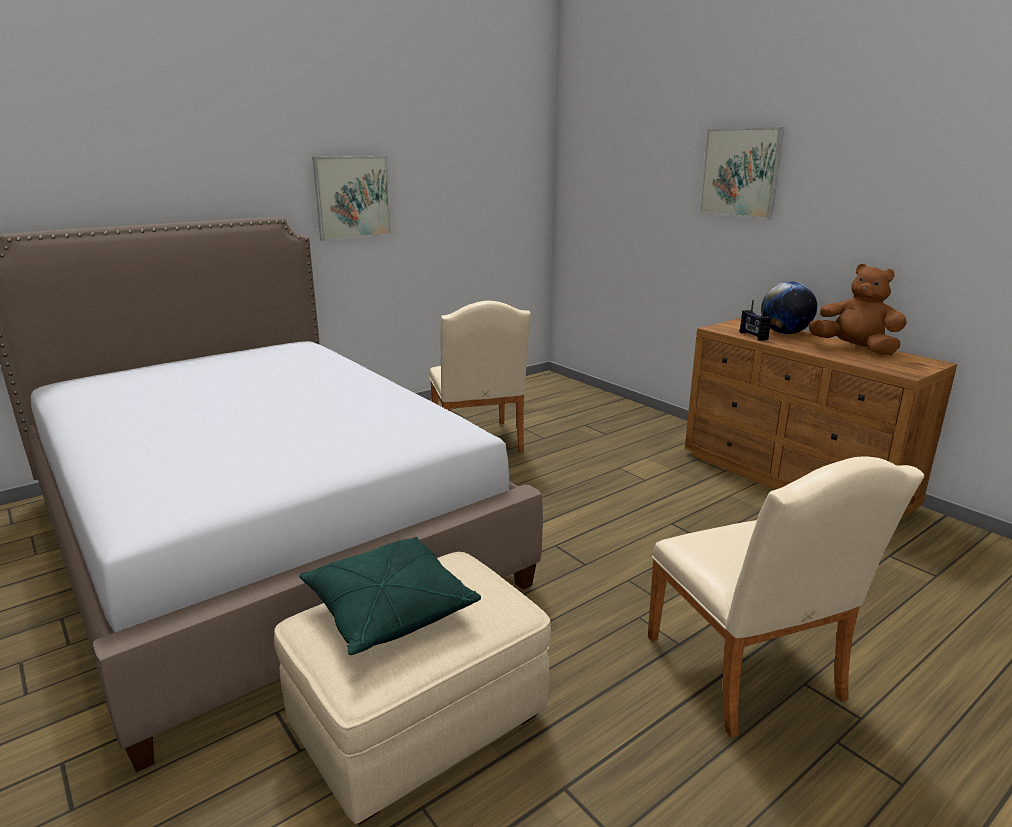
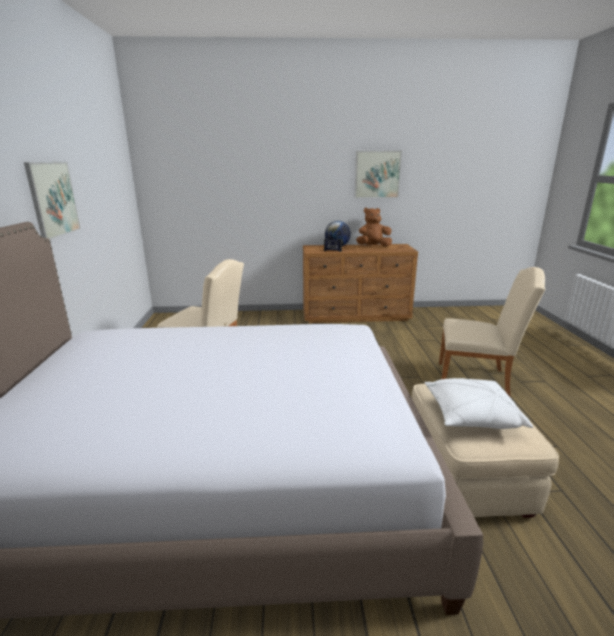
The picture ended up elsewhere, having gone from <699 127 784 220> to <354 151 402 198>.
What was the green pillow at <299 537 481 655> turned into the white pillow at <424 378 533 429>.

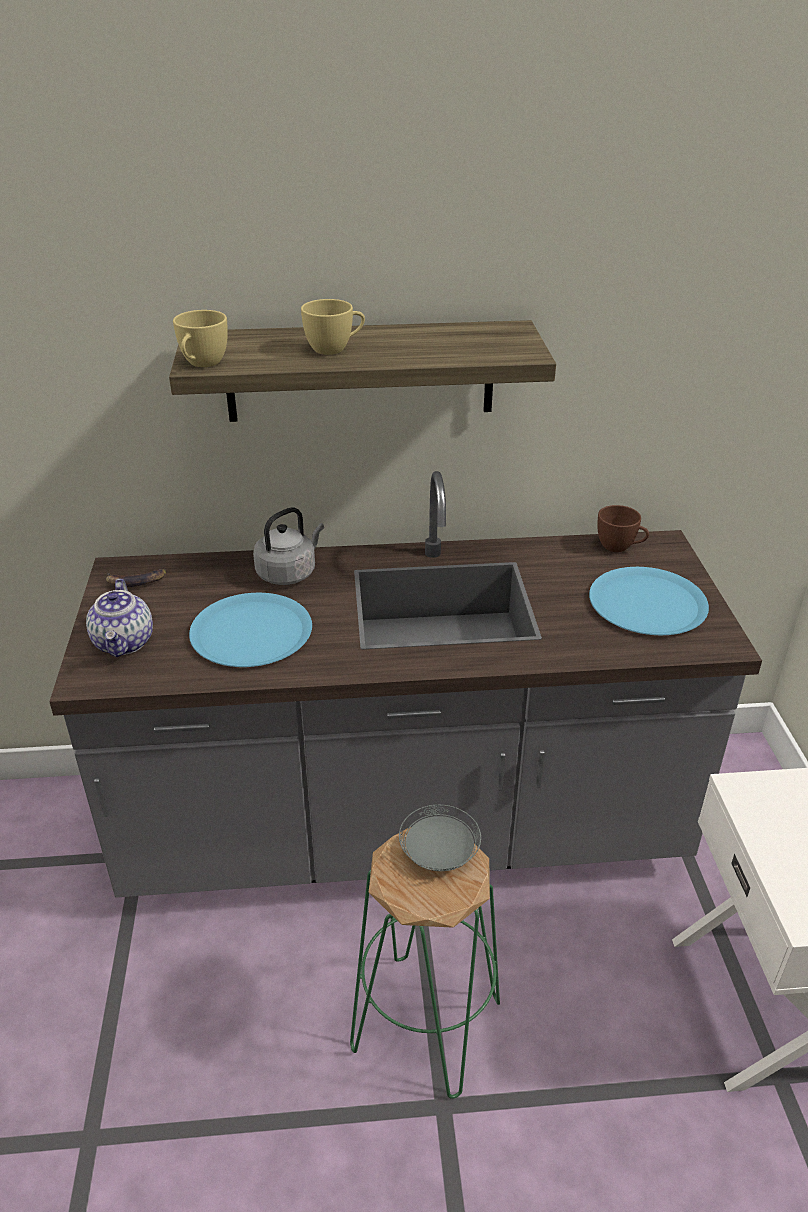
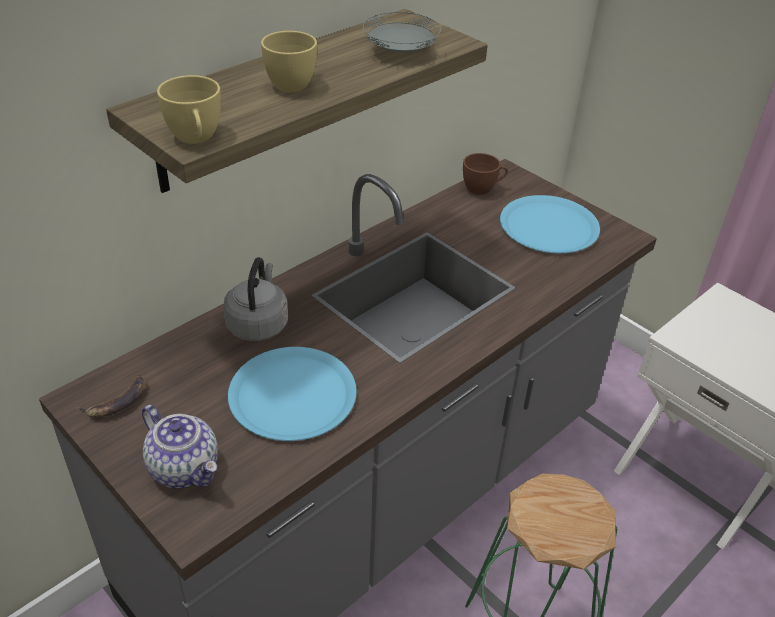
The grey plate ended up elsewhere, having gone from <399 805 481 871> to <363 12 441 53>.

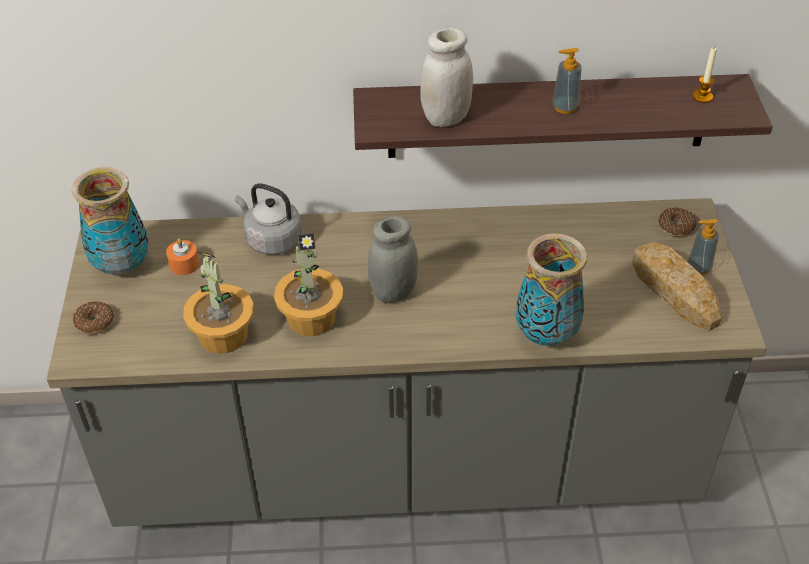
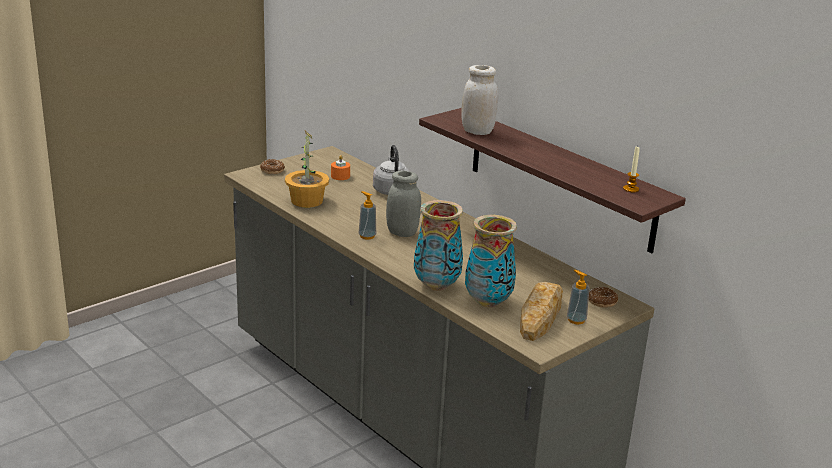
The soap dispenser ended up elsewhere, having gone from <552 48 582 114> to <359 191 376 240>.
The vase ended up elsewhere, having gone from <72 167 149 275> to <465 215 517 307>.
The second view lost the potted plant at <274 233 343 336>.

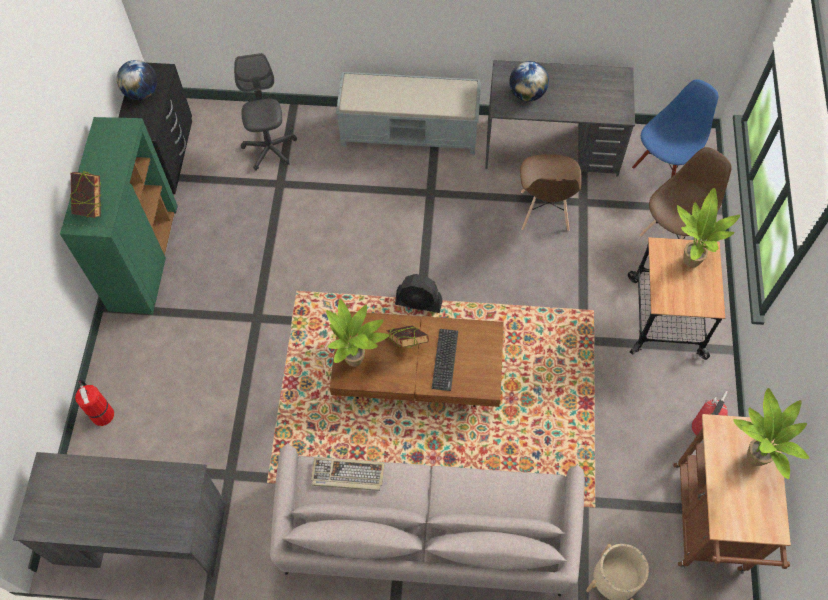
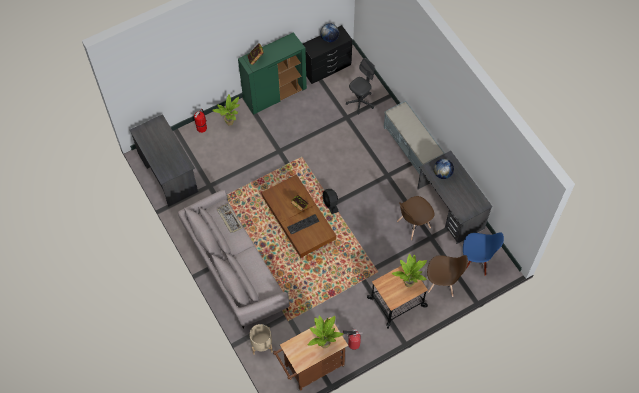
The potted plant ended up elsewhere, having gone from <326 299 389 367> to <212 95 240 125>.

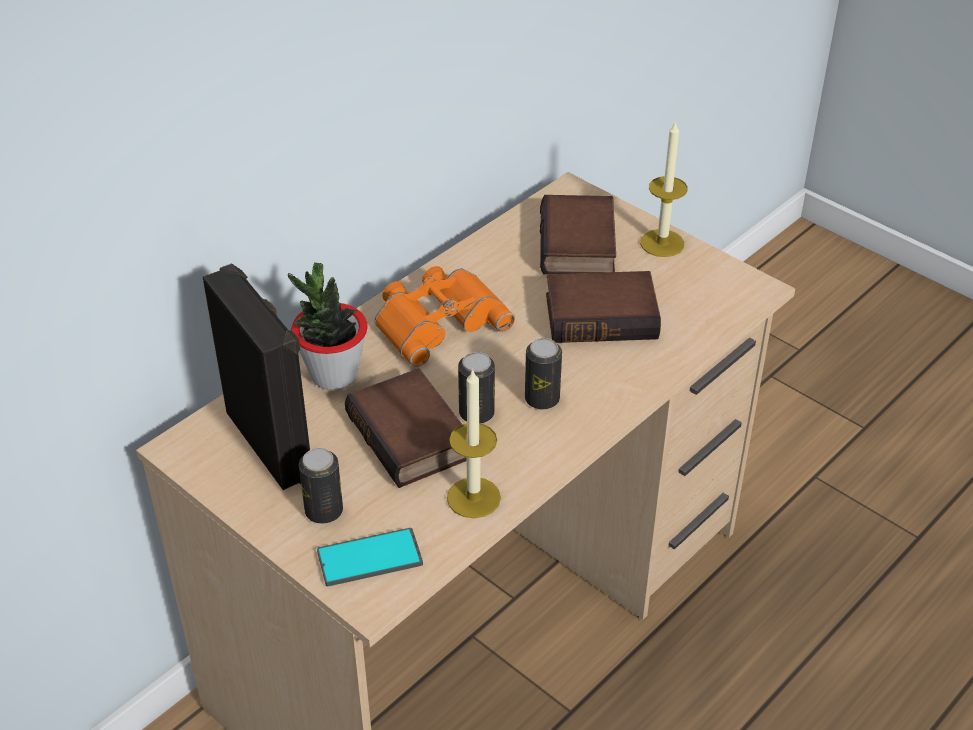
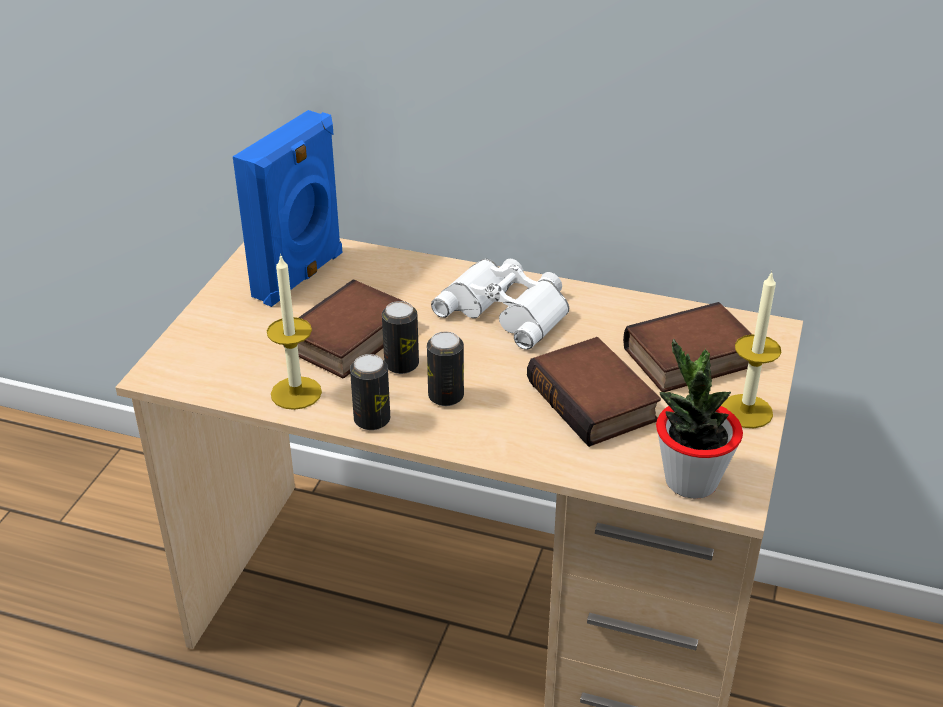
The potted plant ended up elsewhere, having gone from <288 262 368 390> to <656 339 743 499>.
What was the black speaker at <203 263 310 490> turned into the blue speaker at <233 110 343 307>.
What was the orange binoculars at <374 266 515 367> turned into the white binoculars at <431 259 569 350>.
The can ended up elsewhere, having gone from <299 448 343 524> to <350 354 390 430>.
The second view lost the phone at <317 528 423 586>.

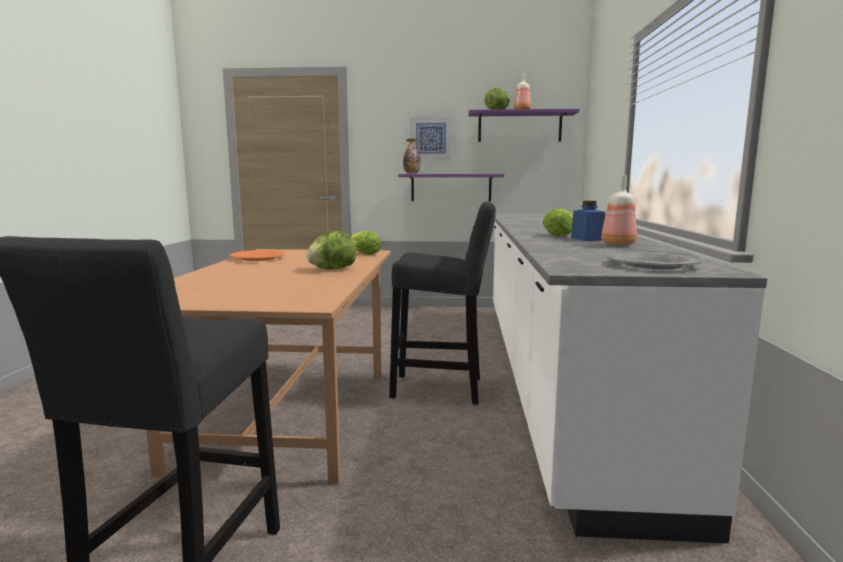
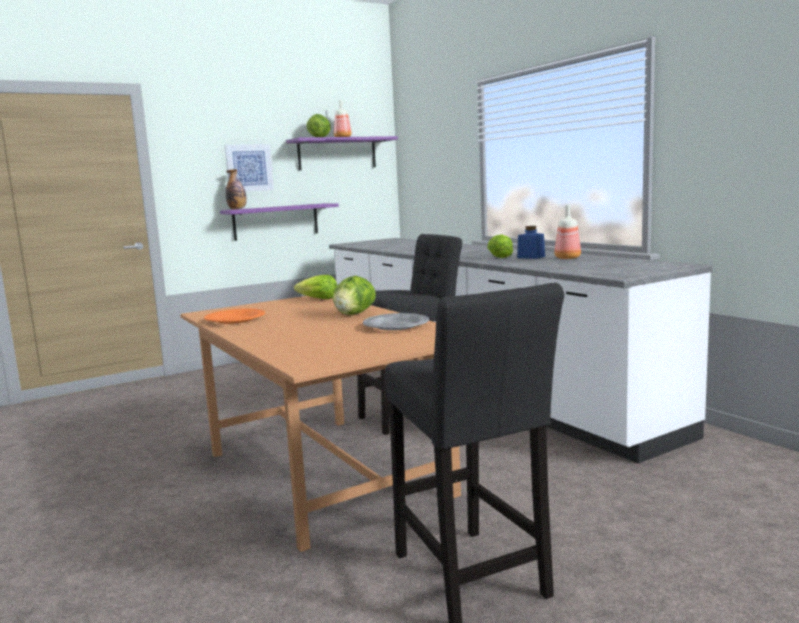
The grey plate ended up elsewhere, having gone from <606 251 702 269> to <363 313 429 330>.

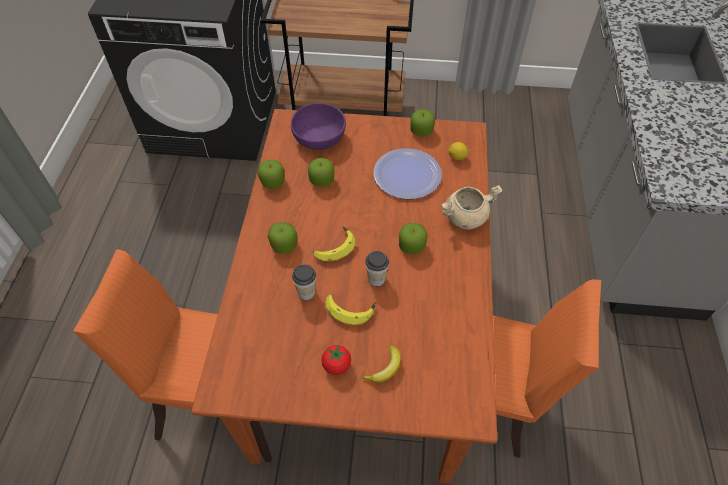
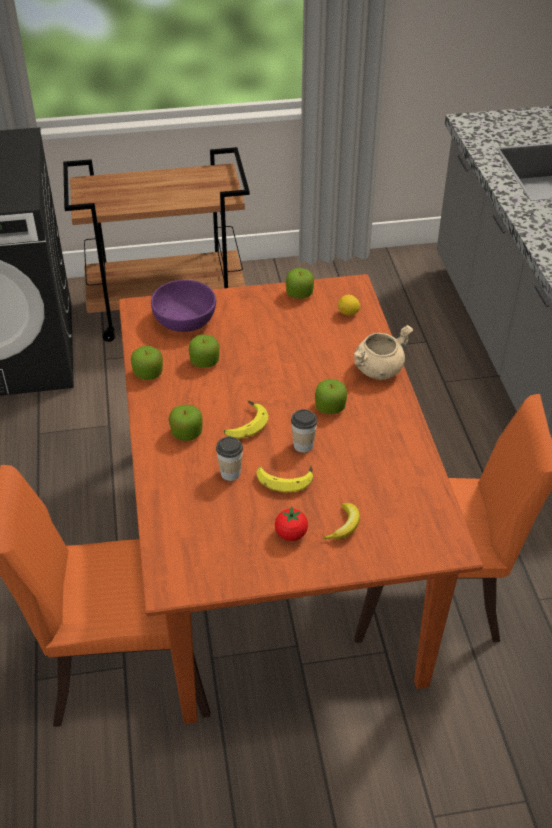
The second view lost the plate at <373 148 442 199>.

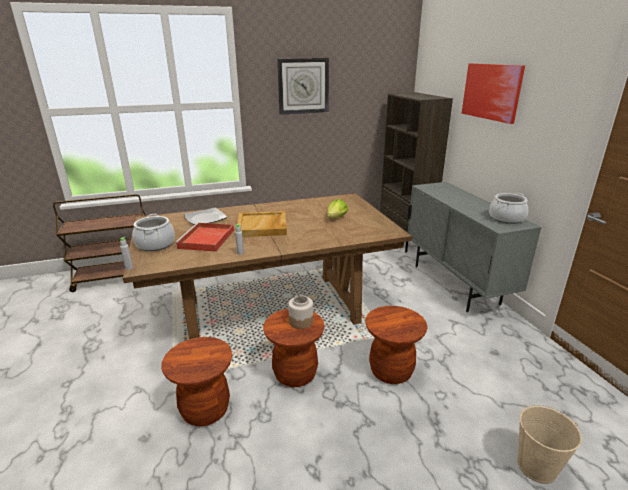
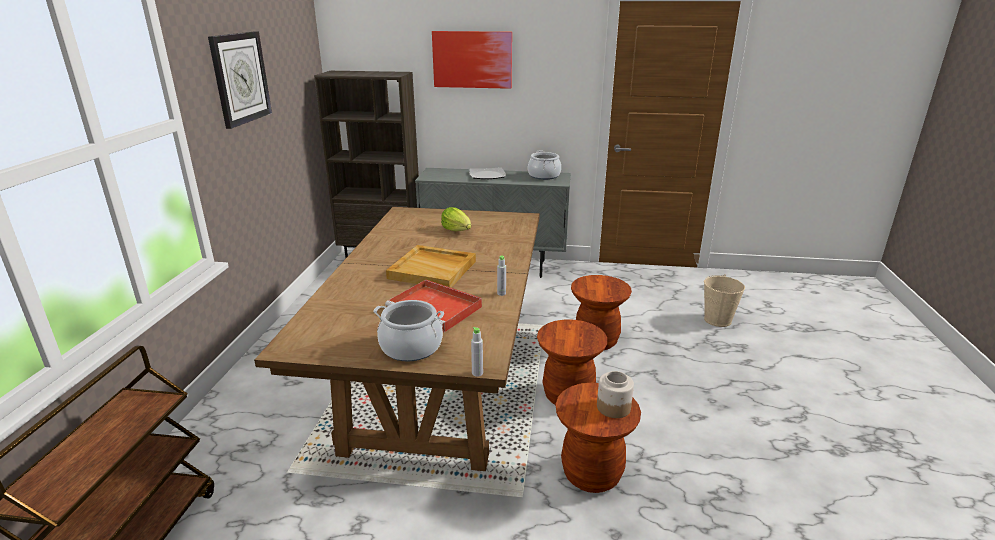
The plate ended up elsewhere, having gone from <184 208 227 225> to <469 167 506 179>.
The jar ended up elsewhere, having gone from <288 295 313 329> to <597 371 634 418>.

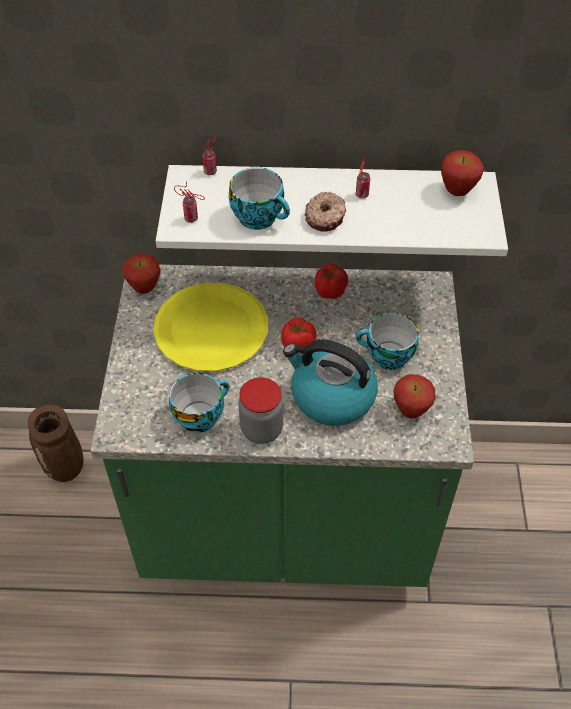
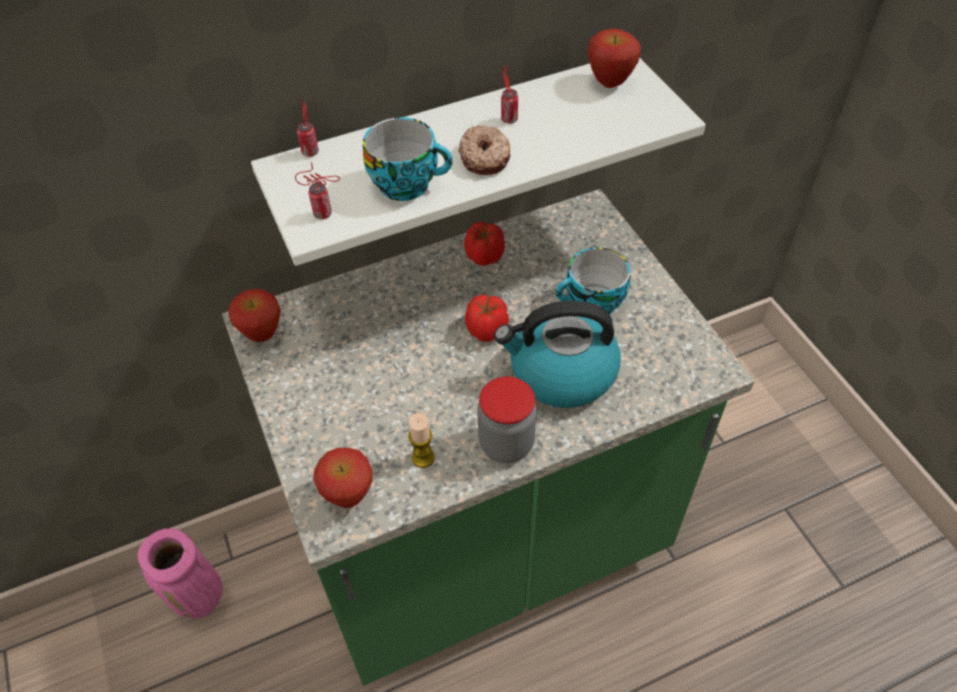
The second view lost the yellow plate at <153 283 268 372>.
Where the cup stood at <169 373 229 433>, the candle came to stand at <408 413 435 468>.
The apple ended up elsewhere, having gone from <393 374 435 419> to <313 448 373 508>.
What was the brown vase at <28 405 84 482> turned into the pink vase at <138 528 223 618>.

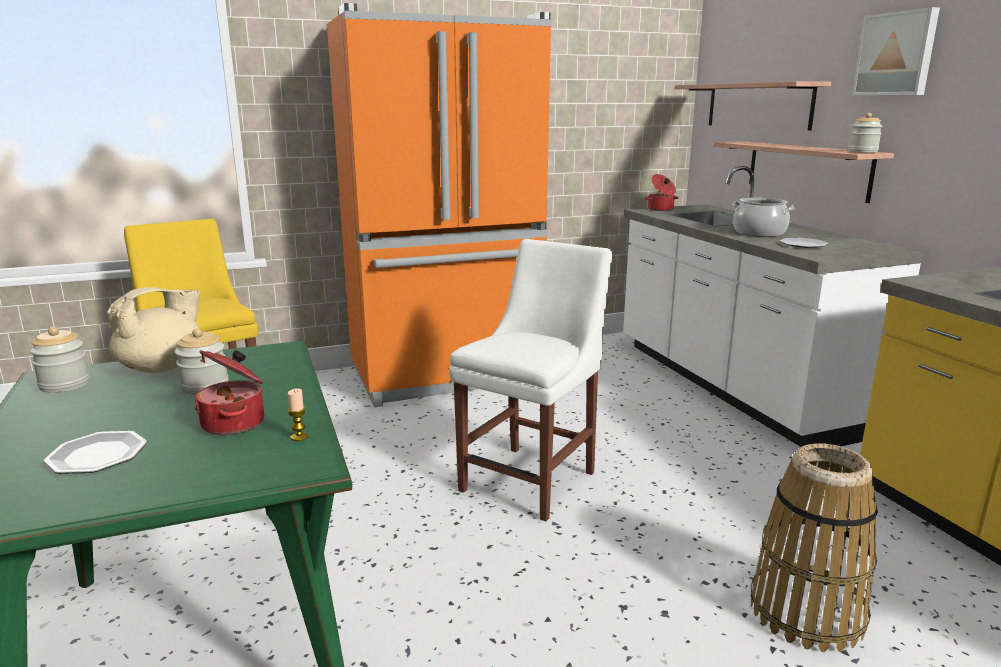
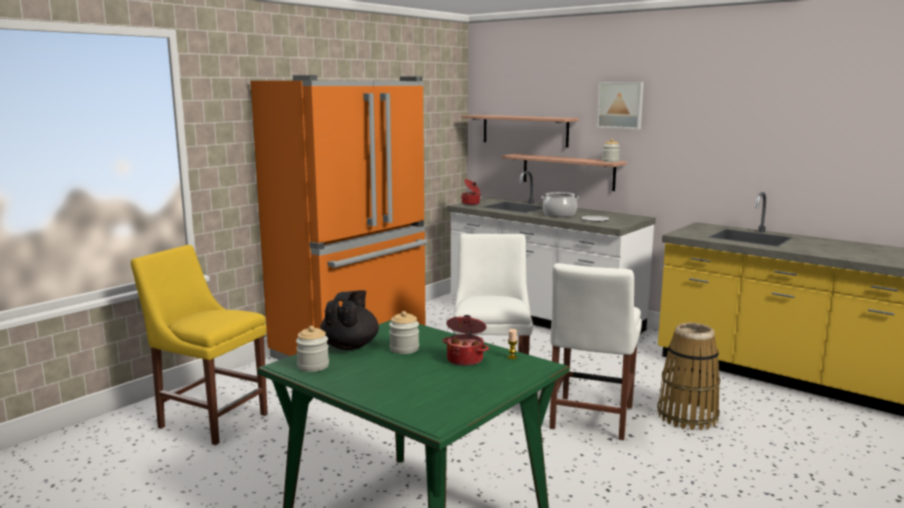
What was the beige teapot at <107 287 201 373> turned into the black teapot at <320 290 379 350>.
The second view lost the plate at <44 431 147 474>.
The second view gained the white chair at <550 263 642 440>.

